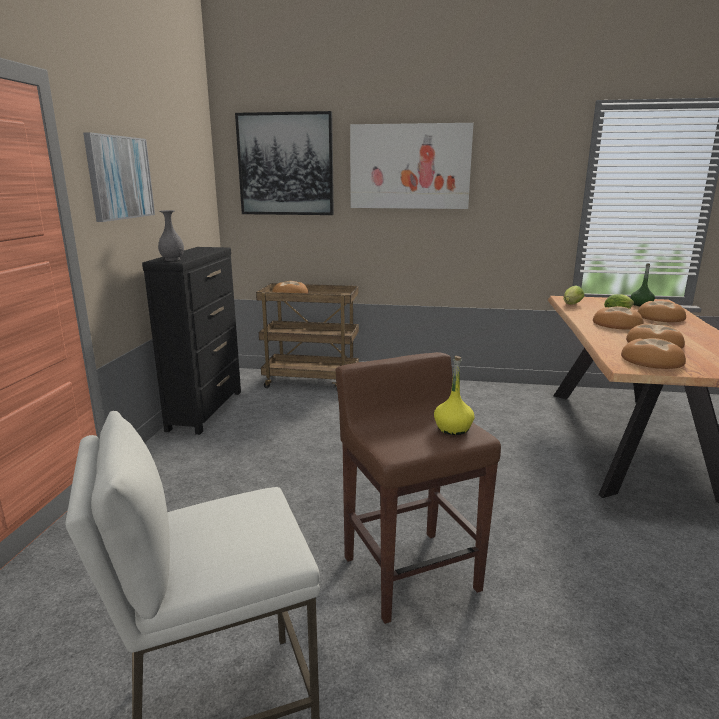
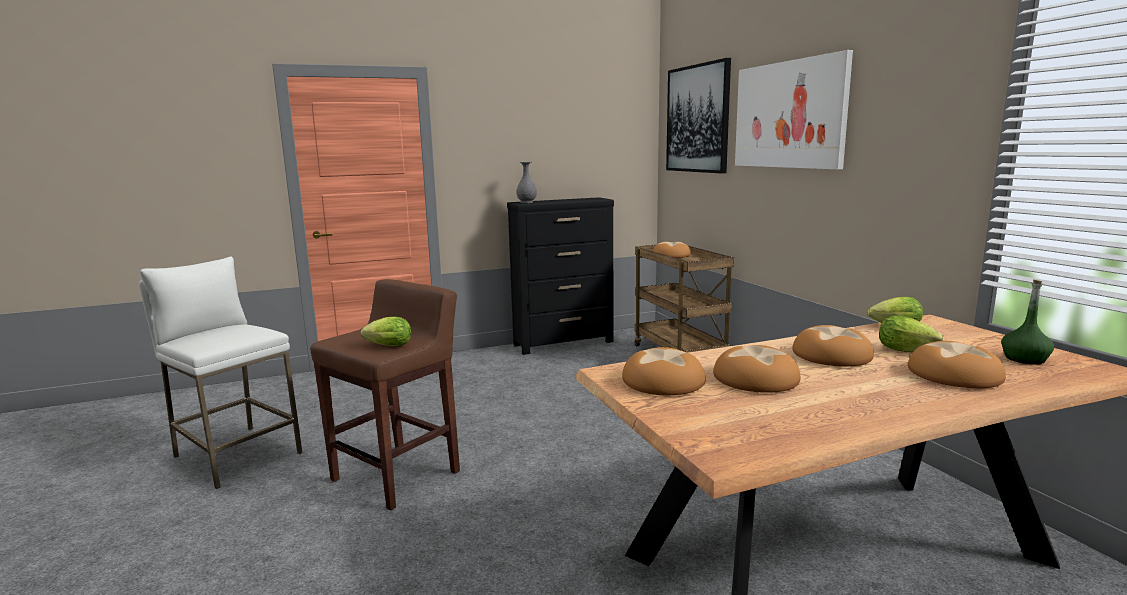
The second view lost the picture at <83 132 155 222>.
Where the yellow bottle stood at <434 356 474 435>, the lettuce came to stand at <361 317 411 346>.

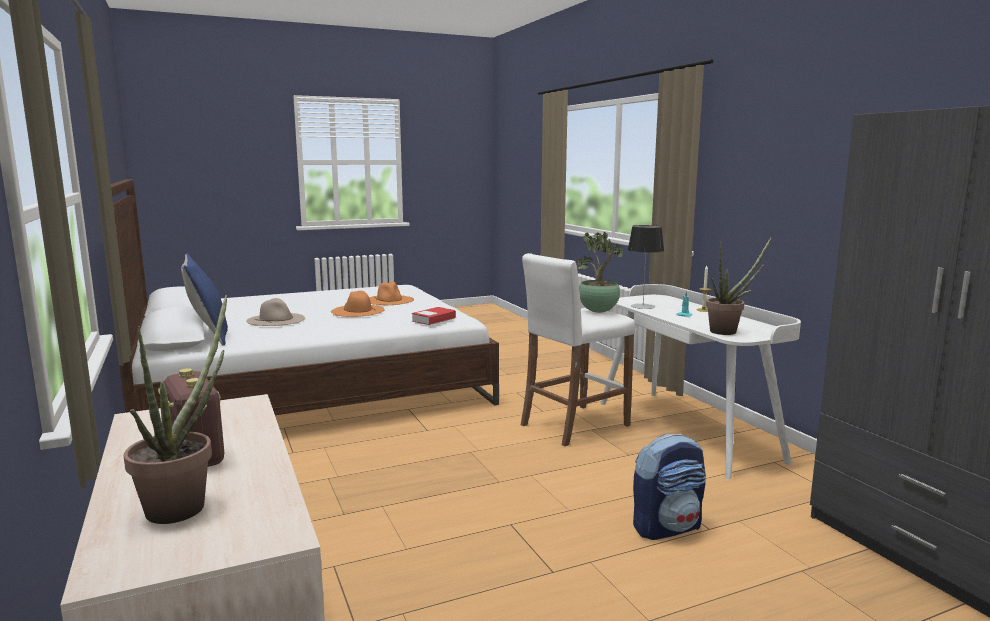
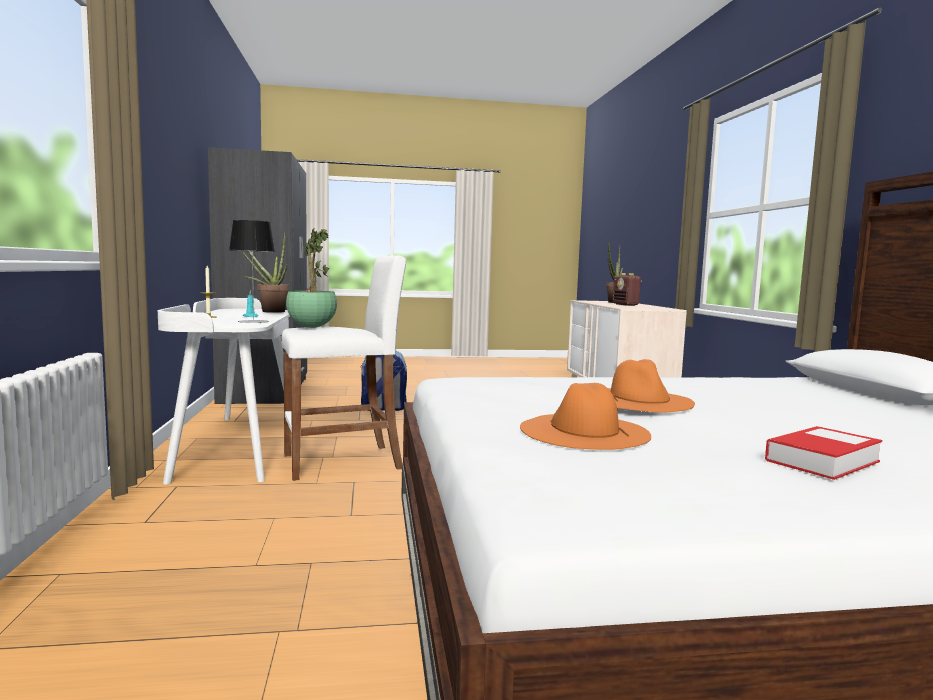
The second view lost the blue pillow at <181 254 228 345>.
The second view lost the beige hat at <246 298 305 326>.
The book ended up elsewhere, having gone from <412 307 456 325> to <765 426 883 480>.

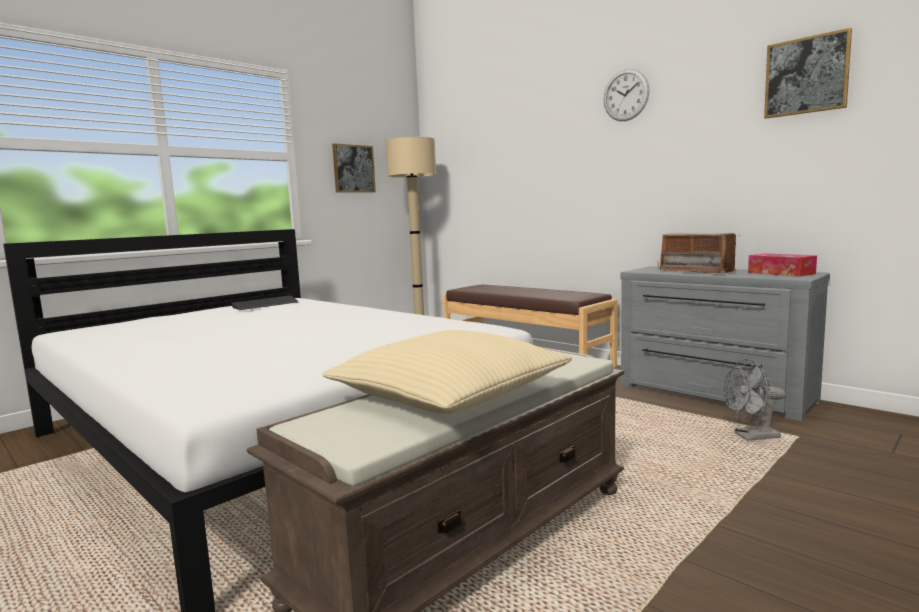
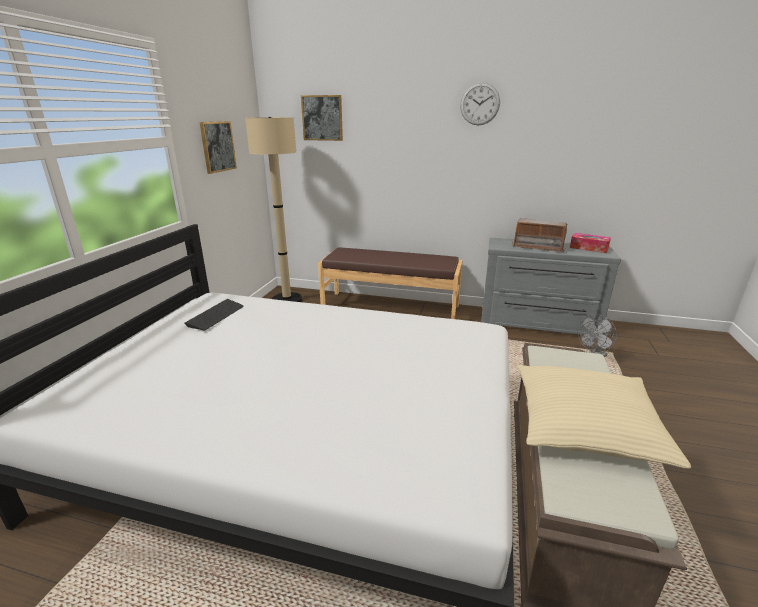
The picture ended up elsewhere, having gone from <764 27 852 119> to <301 95 343 141>.

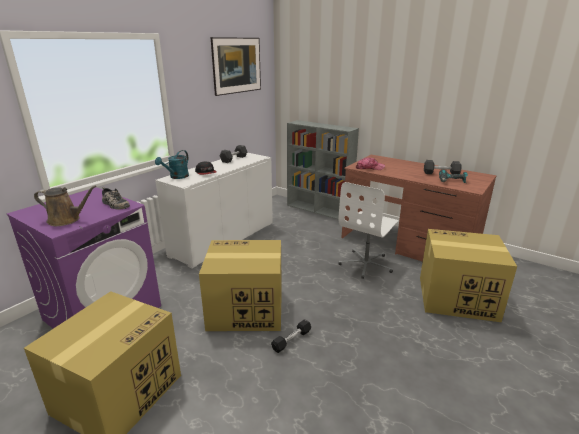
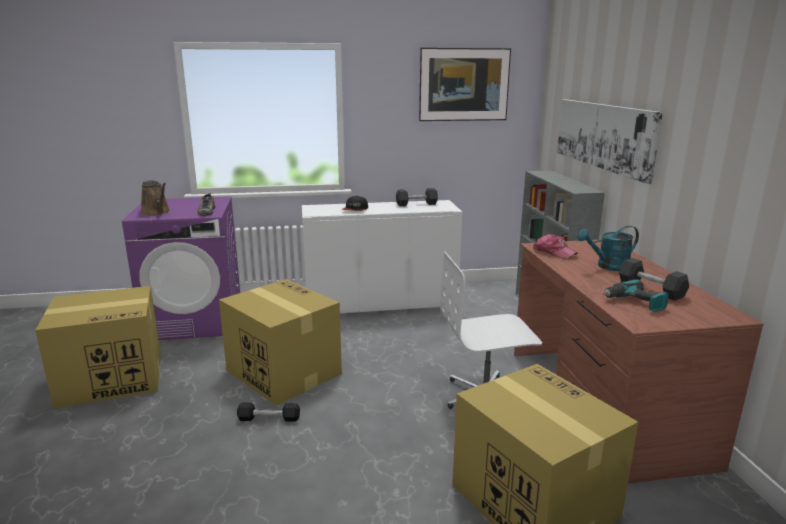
The turquoise watering can ended up elsewhere, having gone from <155 150 189 179> to <577 226 639 271>.
The second view gained the picture at <557 99 663 184>.

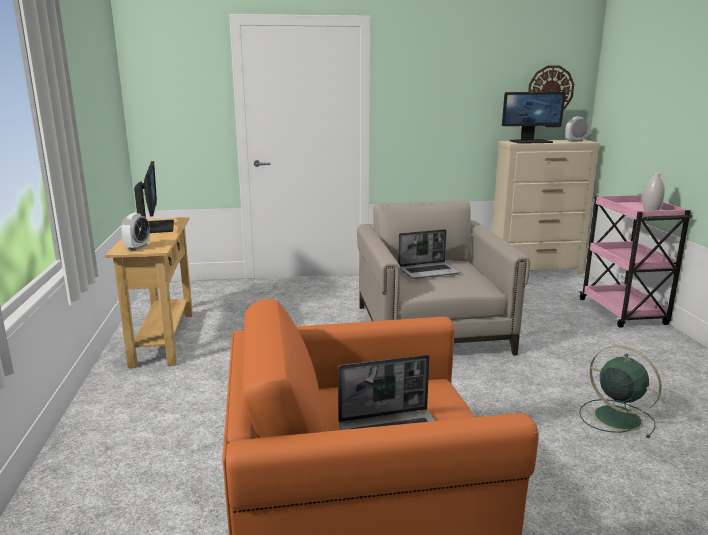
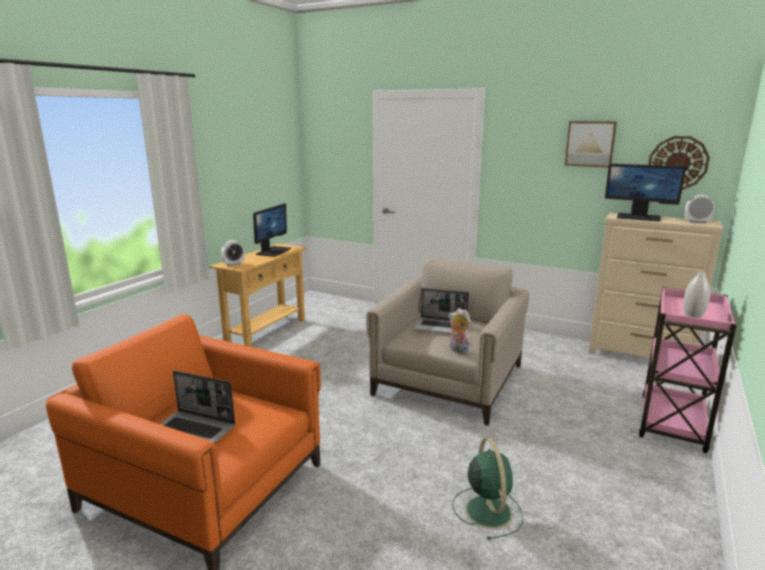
The second view gained the picture at <565 121 617 167>.
The second view gained the plush toy at <448 308 472 355>.

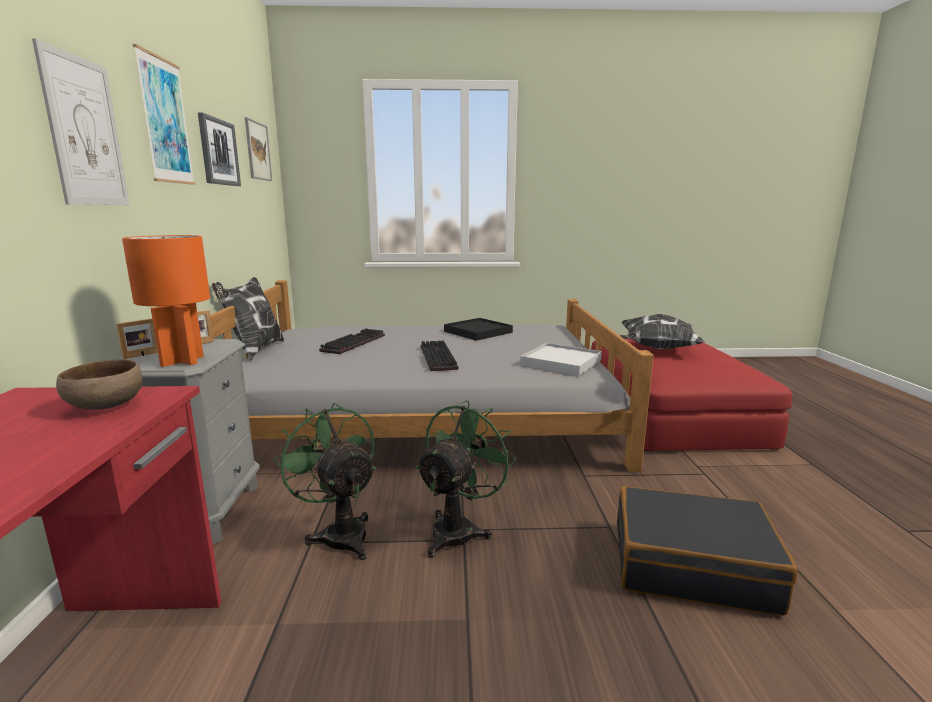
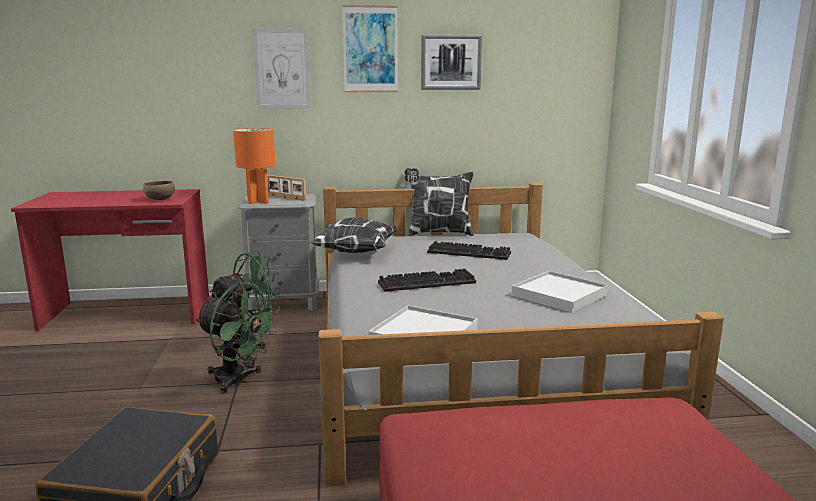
The second view lost the picture at <245 117 272 181>.
The pillow ended up elsewhere, having gone from <620 314 705 349> to <310 217 399 253>.
What was the black tray at <444 318 513 341> turned into the white tray at <511 271 608 313>.

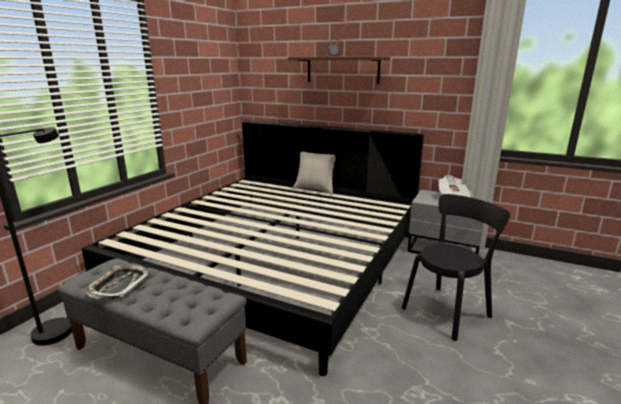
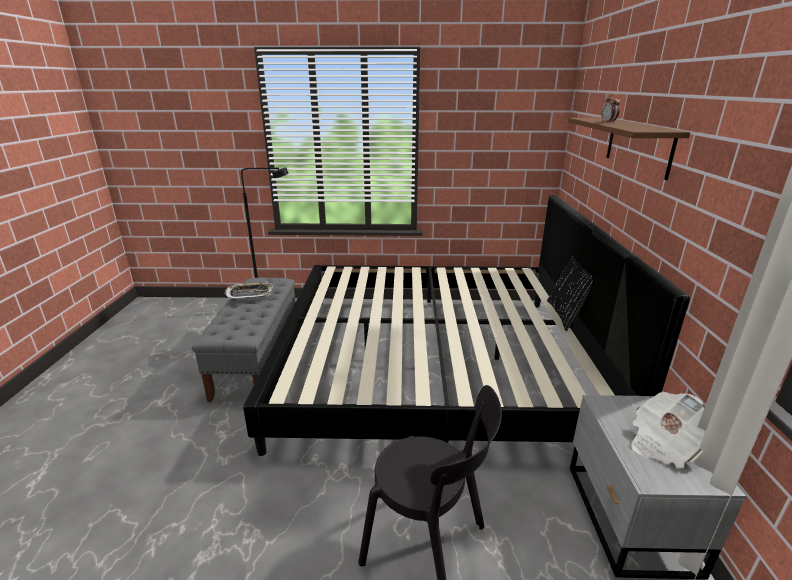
What was the beige pillow at <293 151 336 195> turned into the black pillow at <547 257 593 331>.

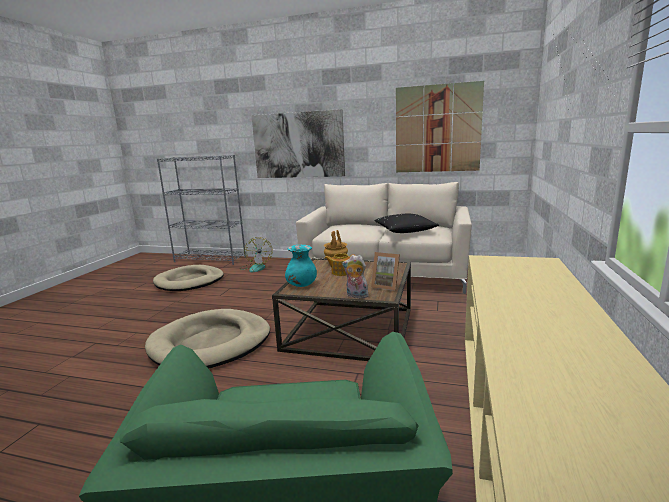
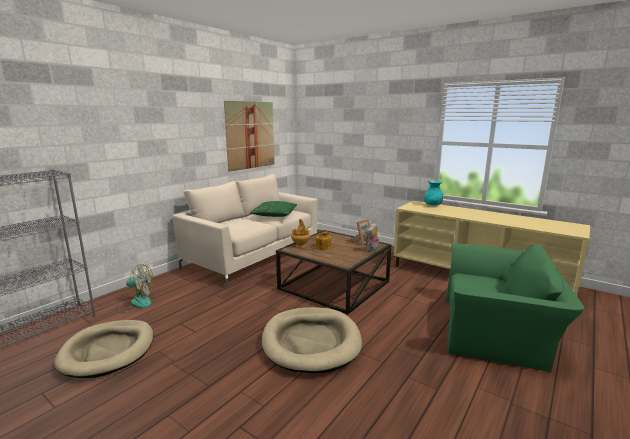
The second view lost the picture at <251 109 345 178>.
What was the black pillow at <375 214 439 233> turned into the green pillow at <250 201 297 217>.
The turquoise vase ended up elsewhere, having gone from <285 245 317 287> to <423 180 443 206>.

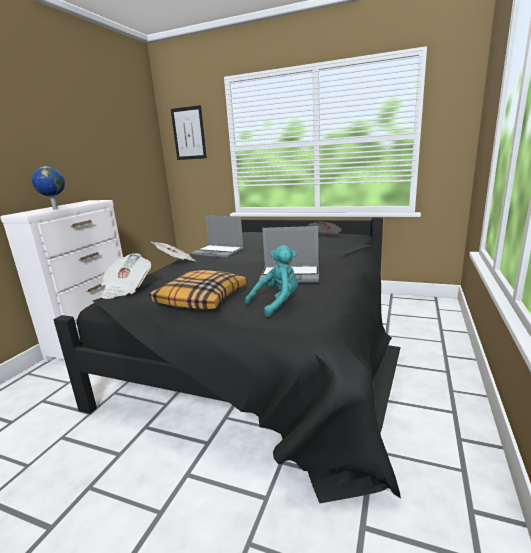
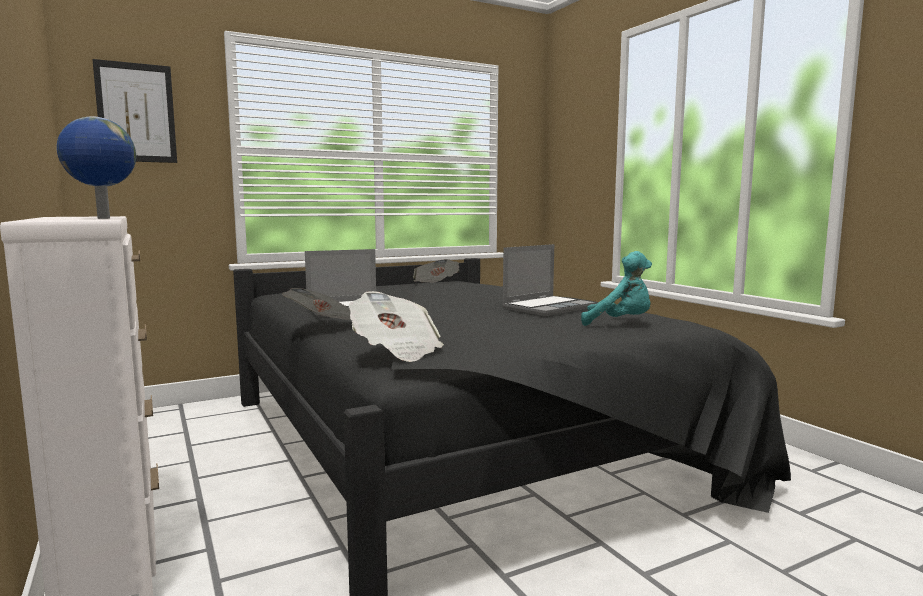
The turquoise plush toy at <245 245 298 317> ended up facing another way, 105 degrees clockwise from before.
The second view lost the pillow at <149 270 247 310>.

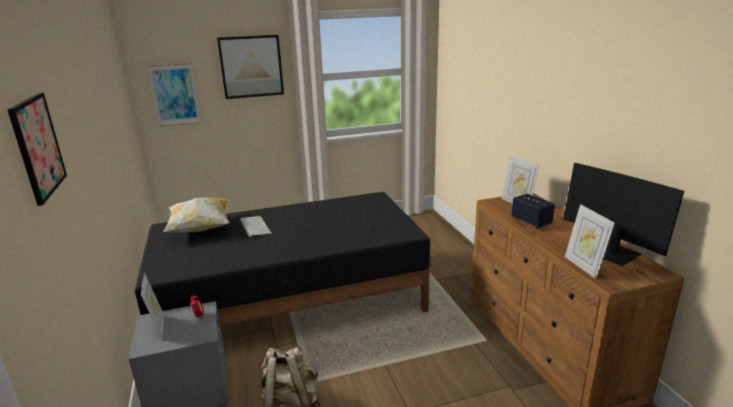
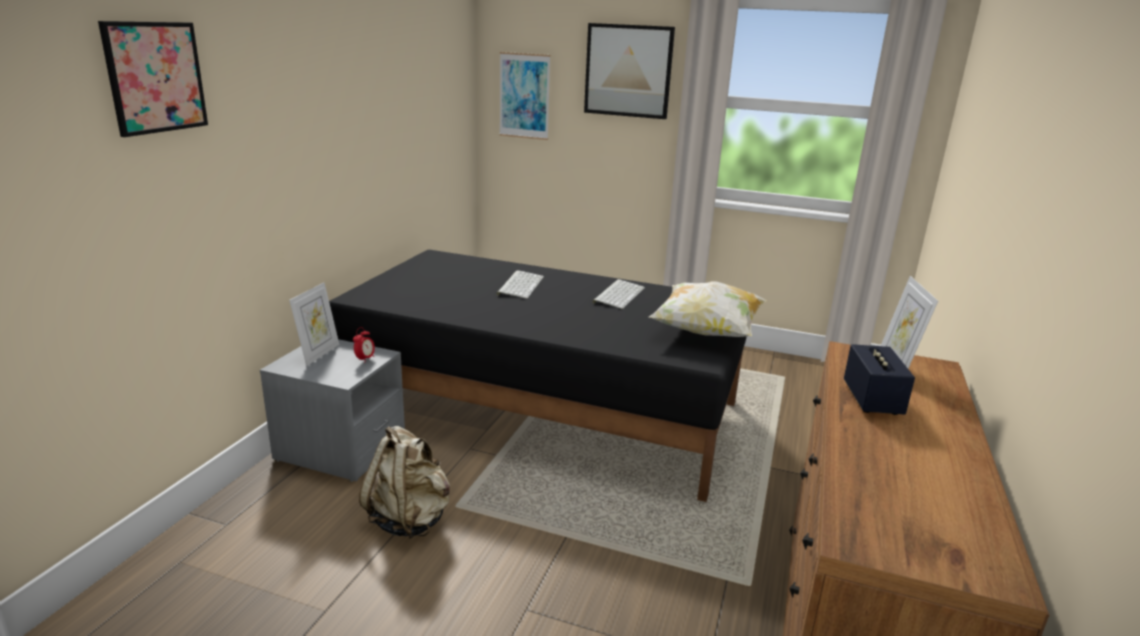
The second view lost the monitor at <563 163 684 267>.
The pillow ended up elsewhere, having gone from <163 198 230 232> to <649 281 767 337>.
The second view lost the picture frame at <565 204 615 279>.
The second view gained the keyboard at <592 279 645 309>.

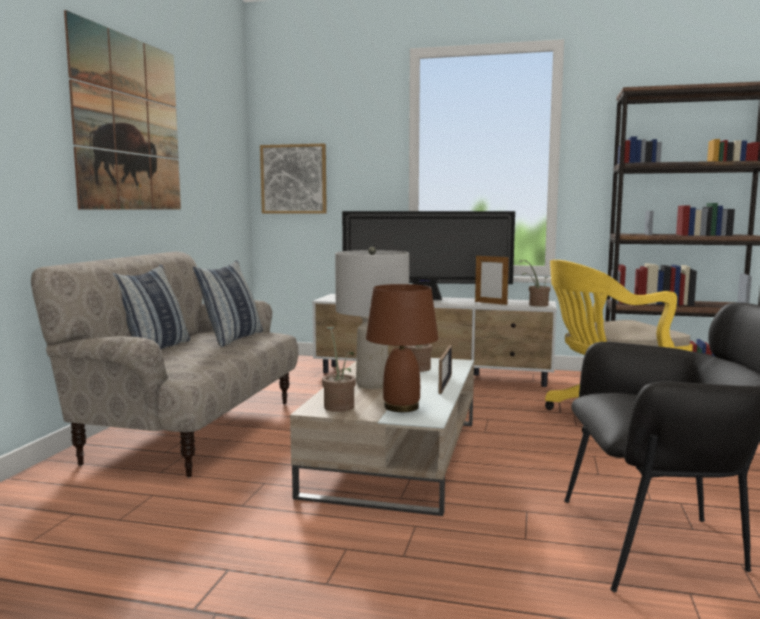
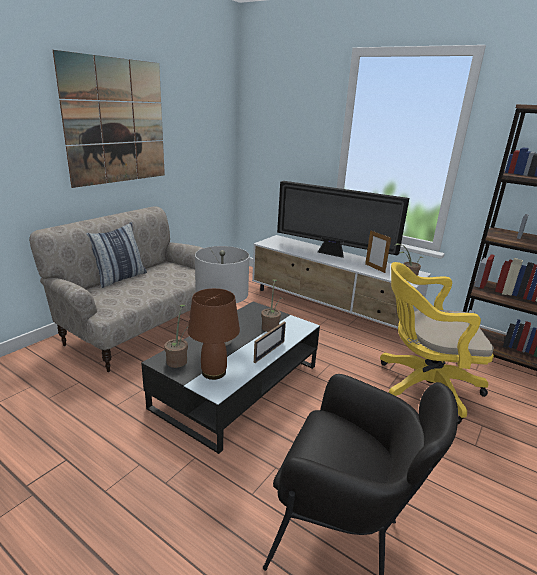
The second view lost the picture at <260 143 327 214>.
The second view lost the pillow at <193 260 263 347>.
What was the beige coffee table at <290 355 474 516> turned into the black coffee table at <141 301 320 454>.

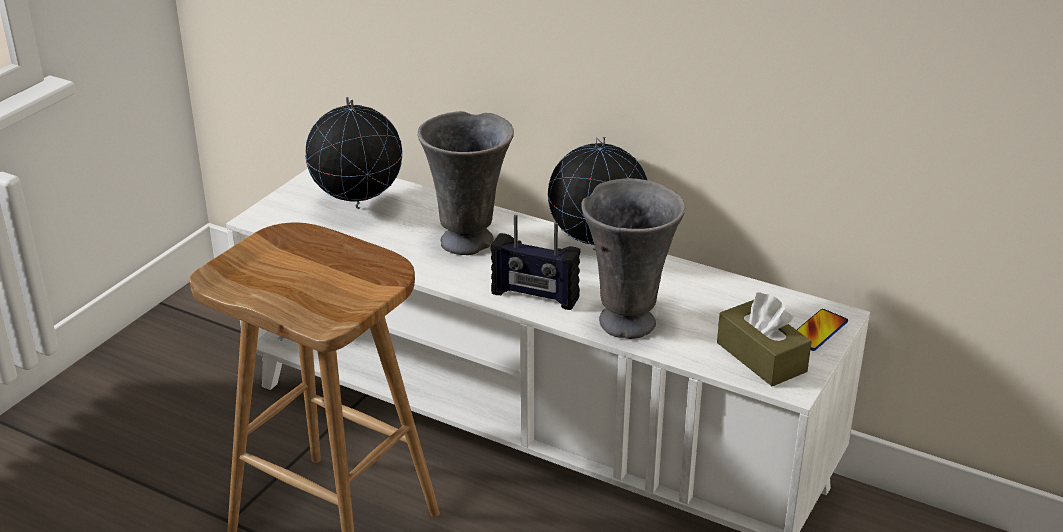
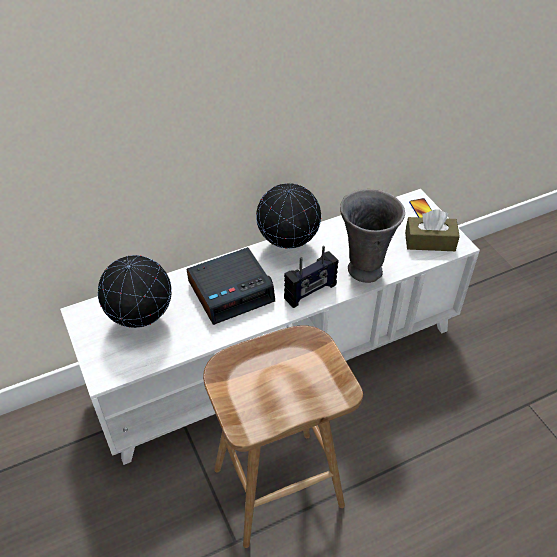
Where the grey vase stood at <418 111 514 255>, the alarm clock came to stand at <187 247 275 325>.

